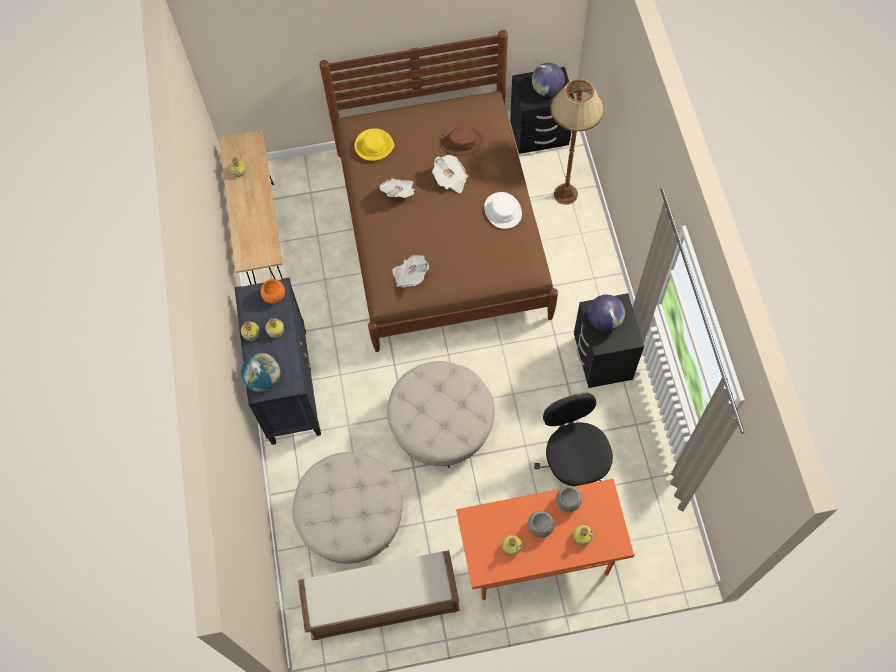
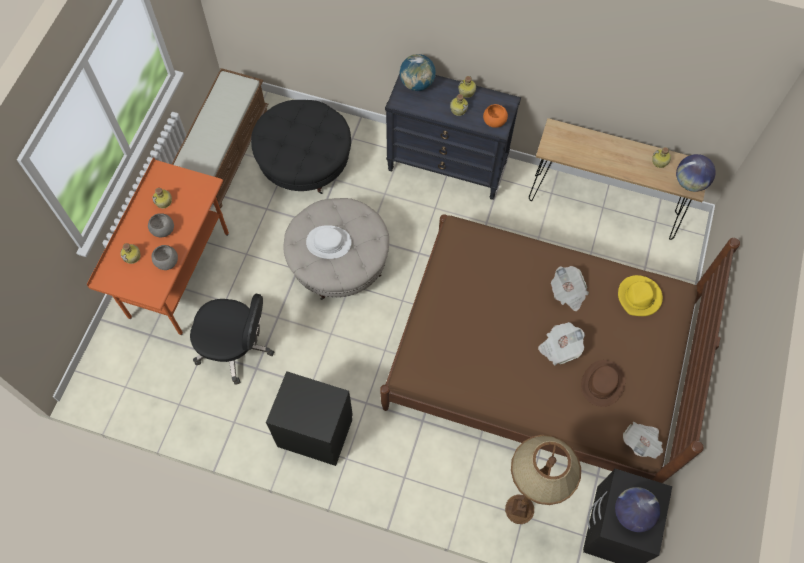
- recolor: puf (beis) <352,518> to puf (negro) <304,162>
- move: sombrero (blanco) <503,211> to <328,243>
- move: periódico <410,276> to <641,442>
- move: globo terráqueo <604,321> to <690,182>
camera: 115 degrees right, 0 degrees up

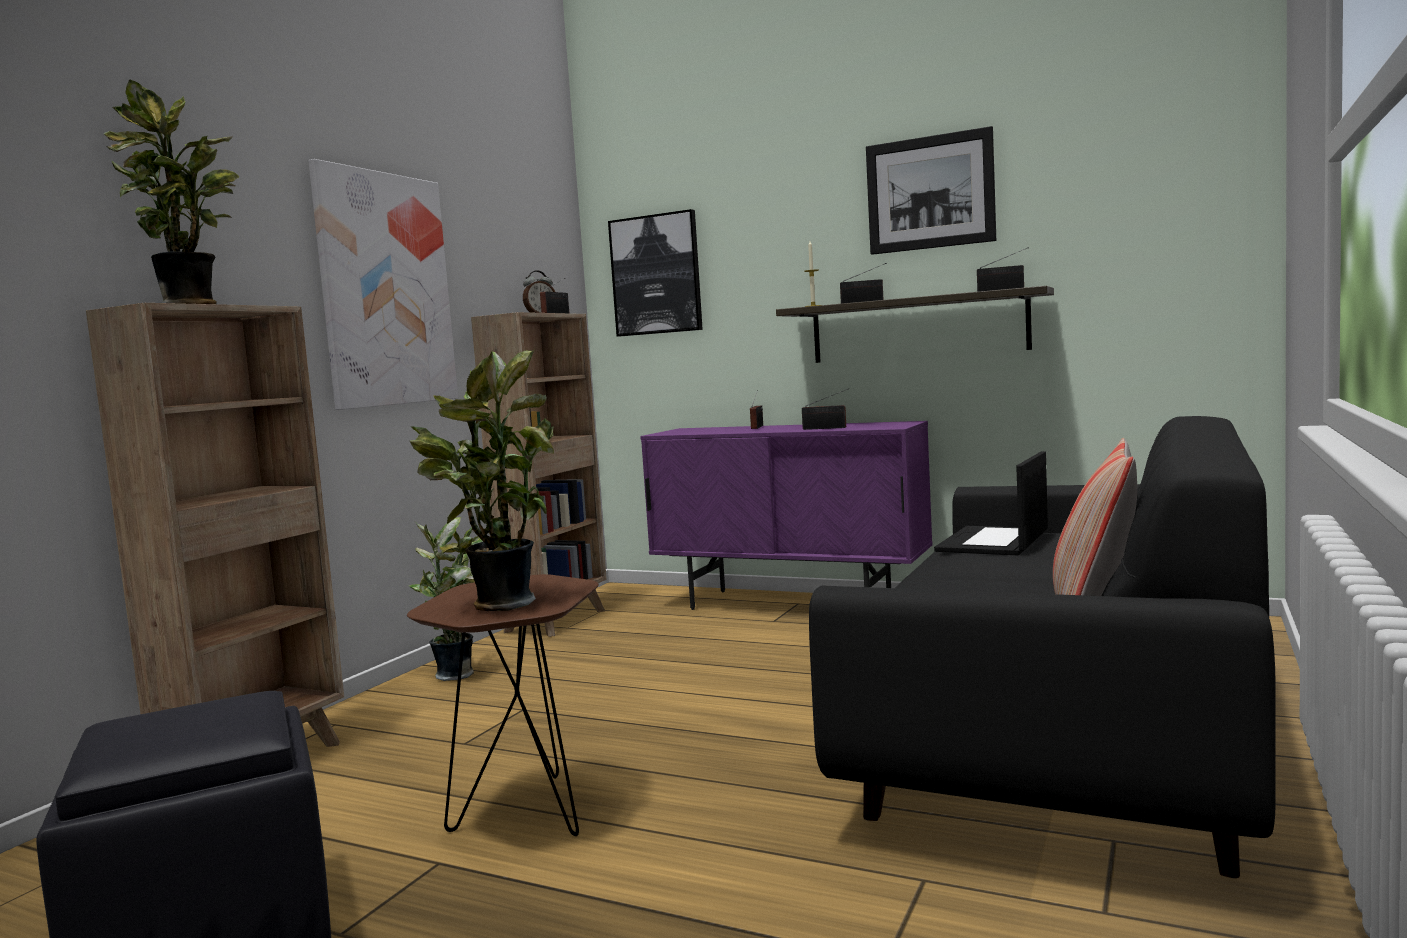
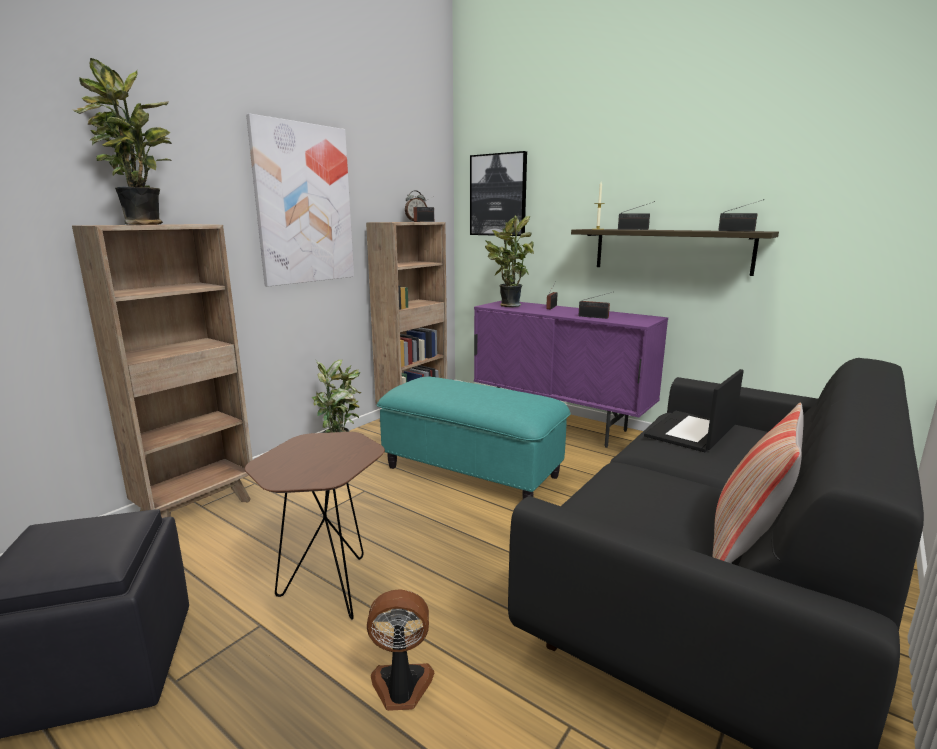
- insert: ventilador <401,687>
- insert: puf (turquesa) <473,471>
- move: planta en maceta <498,604> to <508,305>
- delete: cuadro <930,193>
camera: 10 degrees right, 10 degrees up

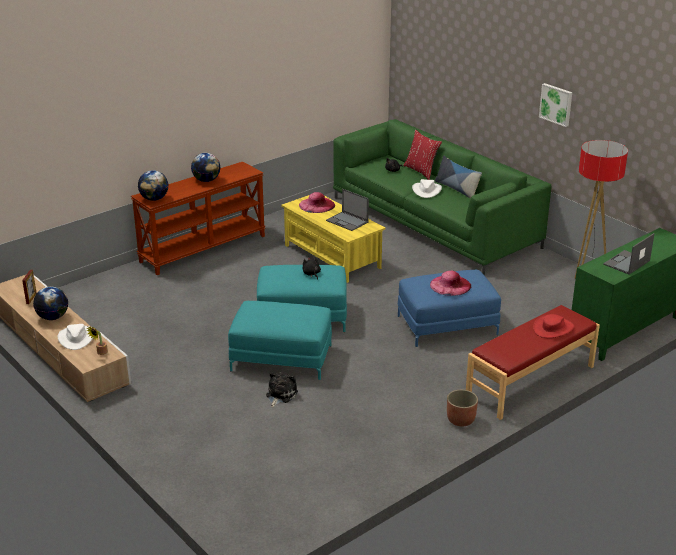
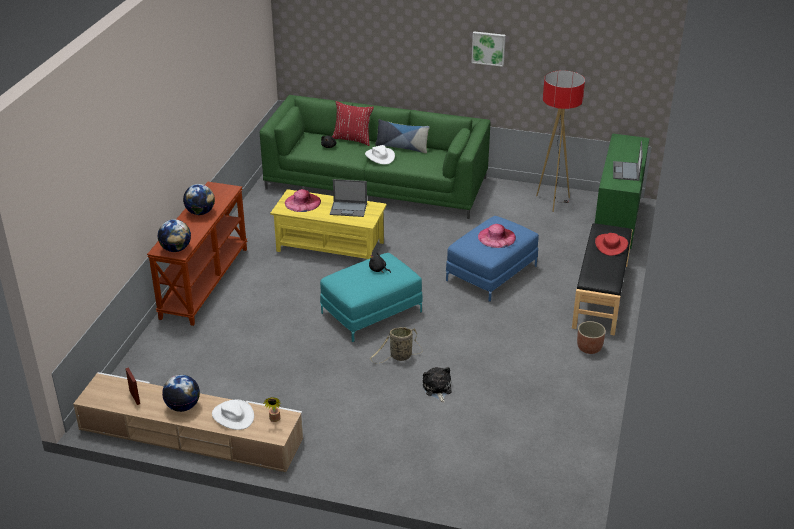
- replace: puf (turquesa) <281,358> to cesta <399,357>
- recolor: banco (rojo) <531,382> to banco (negro) <601,295>
camera: 35 degrees left, 5 degrees up

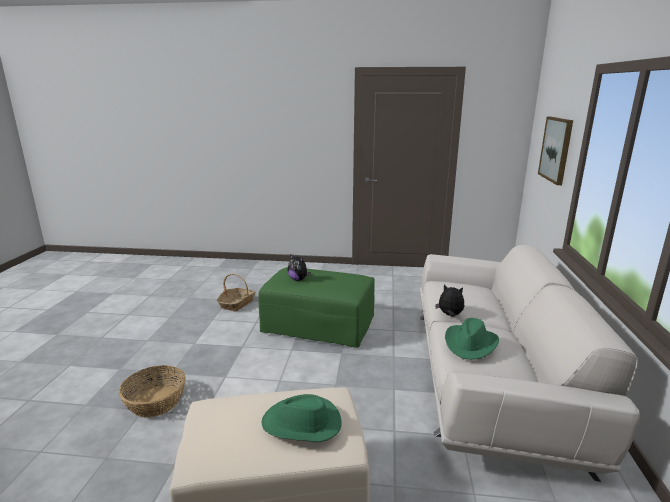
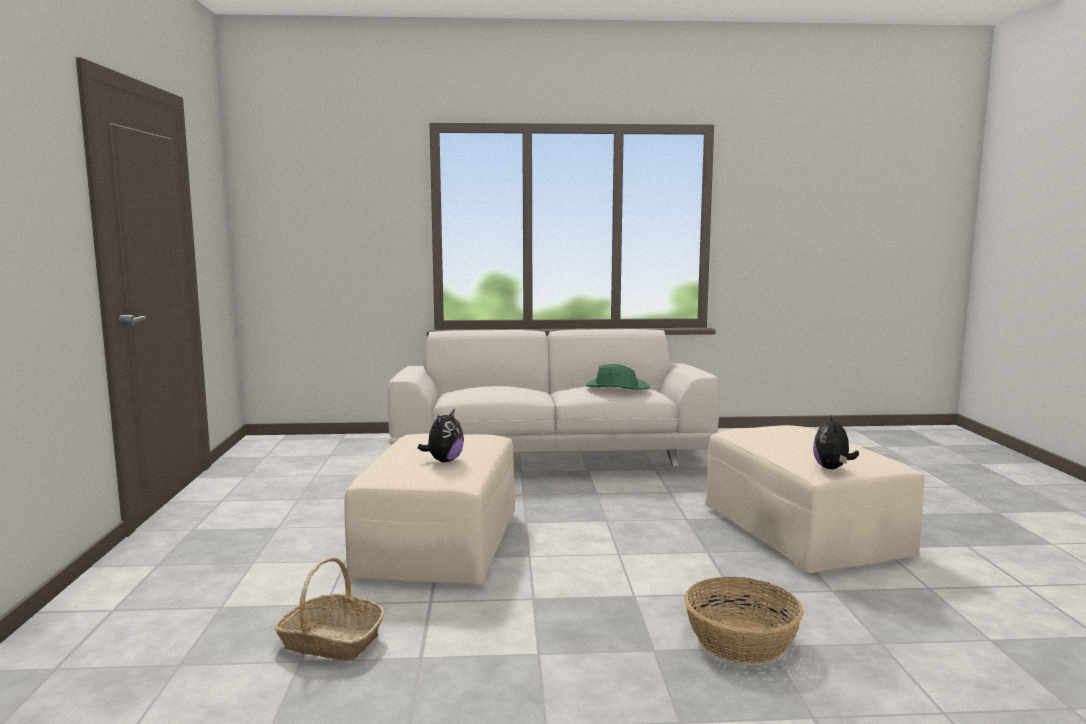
- recolor: puf (verde) <319,325> to puf (beis) <439,544>
- move: peluche <450,315> to <832,468>
- delete: sombrero (verde) <302,424>
- delete: cuadro <556,149>
camera: 100 degrees left, 10 degrees down

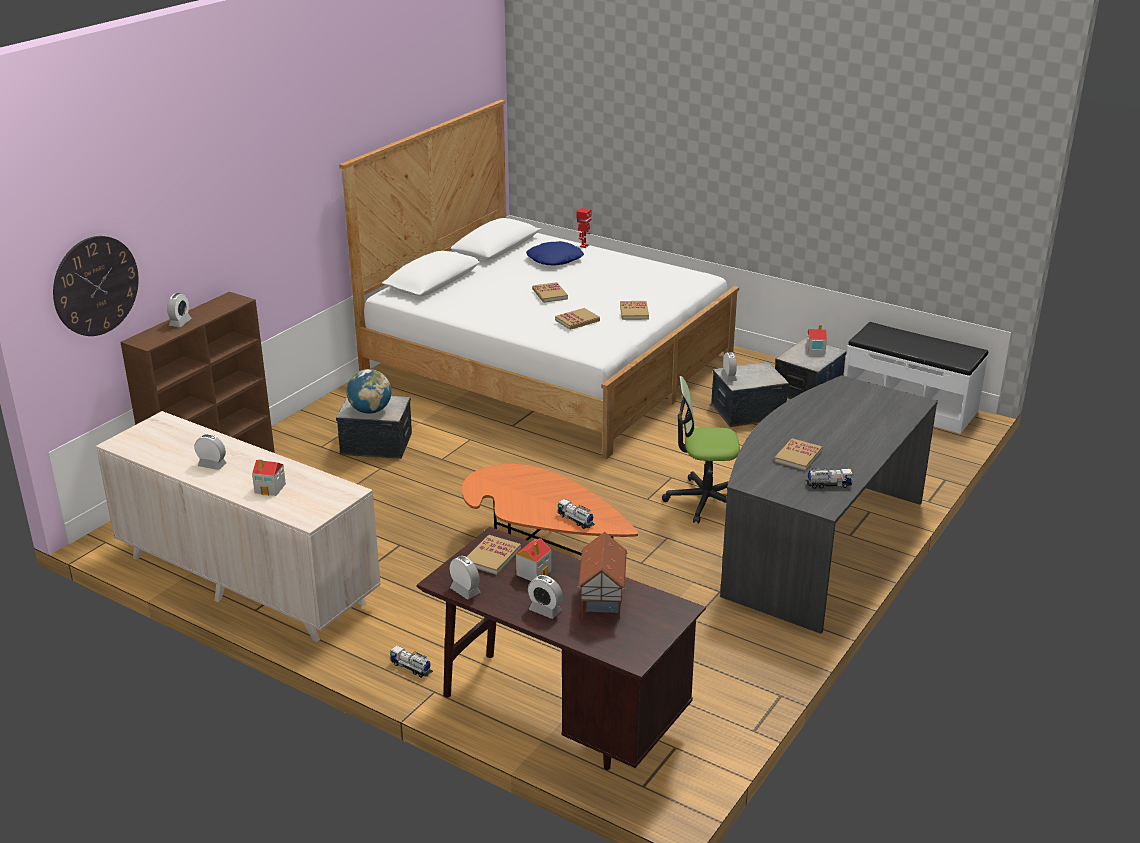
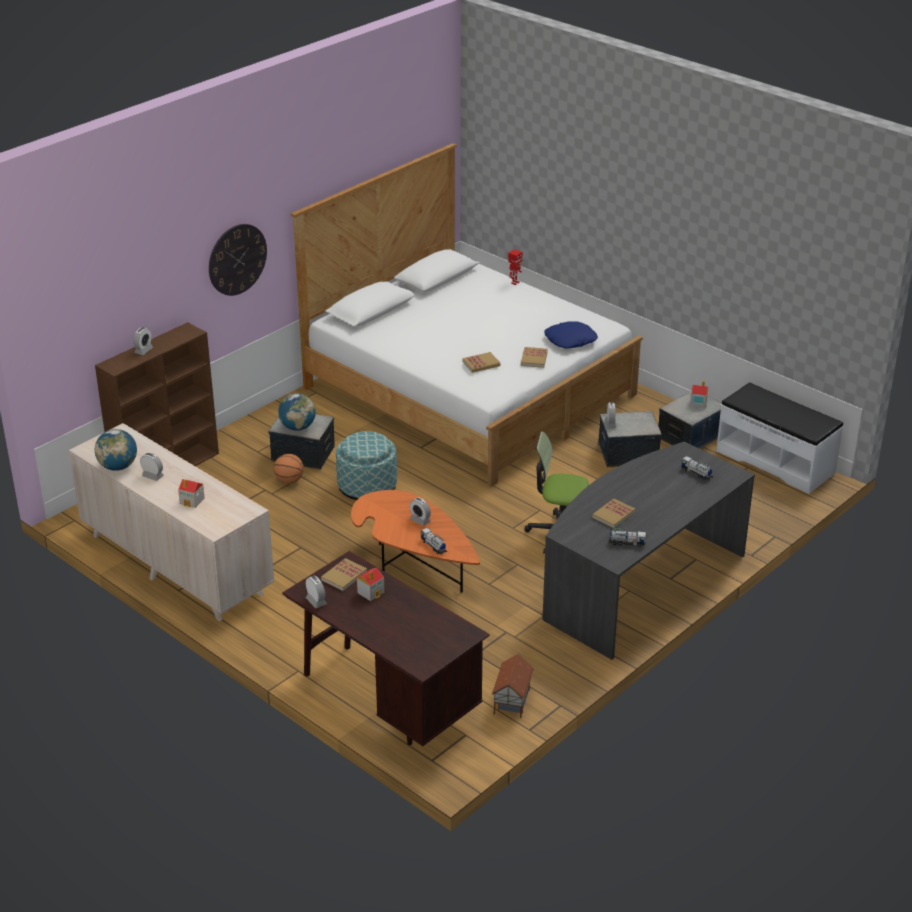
- insert: globo terráqueo <118,467>
- move: reloj de pared <95,286> to <237,259>
- insert: balón de baloncesto <289,480>
- insert: puf <367,487>
- move: despertador <545,610> to <420,520>
- move: casita <601,600> to <511,702>
- move: cojín (azul) <554,259> to <570,340>
- move: camión de juguete <411,668> to <696,473>
- delete: libro <550,294>
camera: 10 degrees right, 5 degrees up

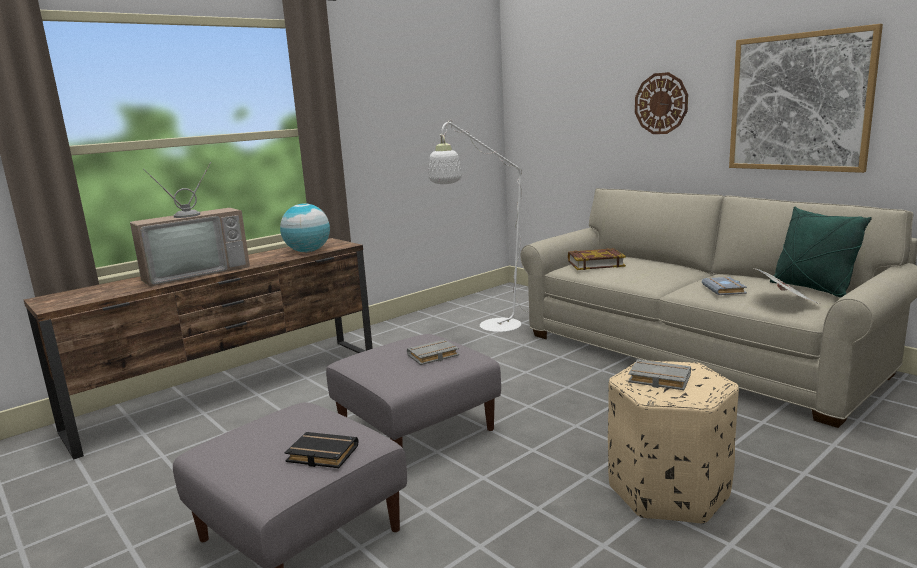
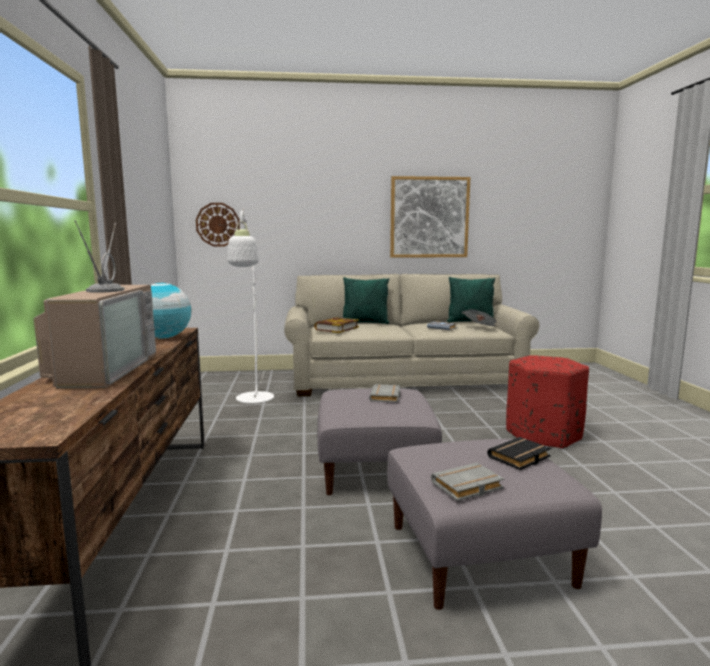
- move: reloj de pared <661,103> to <218,224>
- insert: cojín (verde) <365,323>
- move: libro (gris) <657,379> to <467,487>
- recolor: puf (beis) <667,491> to puf (rojo) <542,435>
camera: 55 degrees left, 5 degrees down

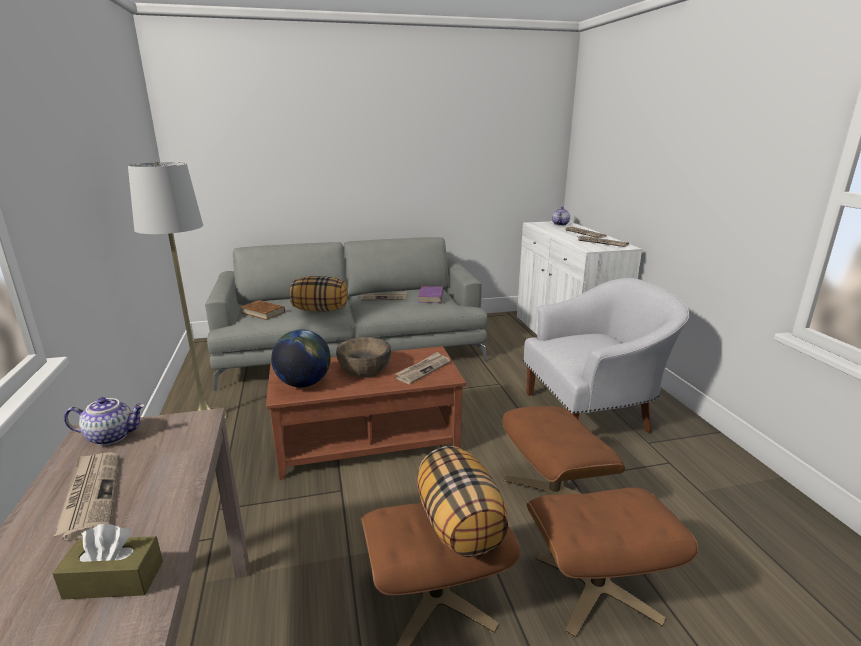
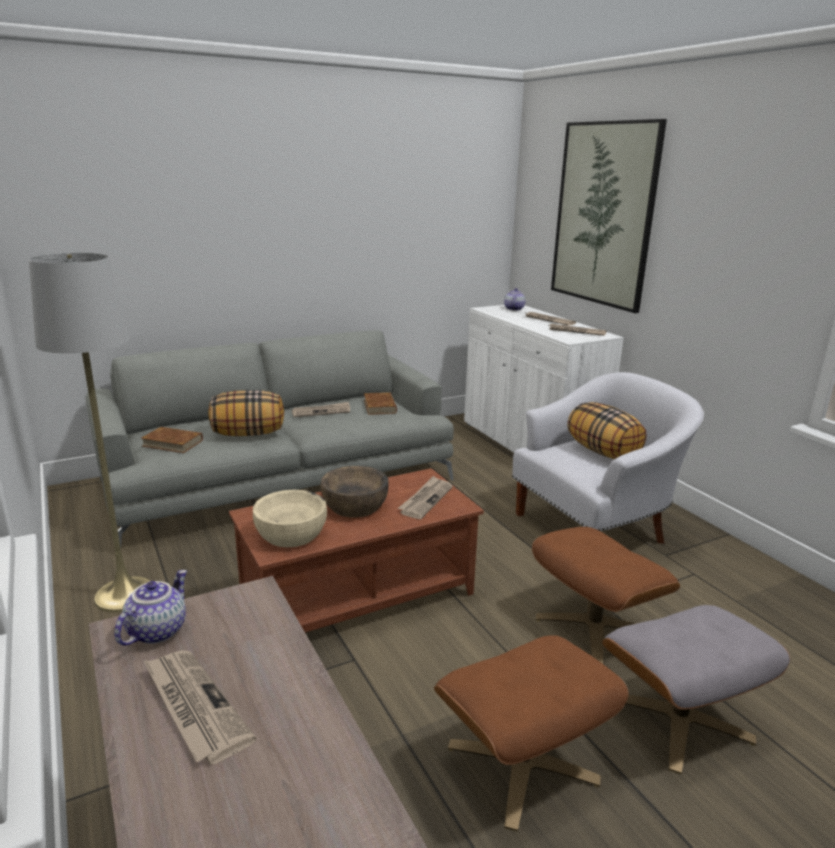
- rotate: tetera <112,436> = <156,630> 45 degrees counterclockwise
- replace: globo terráqueo <304,384> to cuenco (beis) <291,533>
- recolor: libro (morado) <431,297> to libro (marrón) <380,406>
- insert: cuadro <604,214>
- move: cojín <460,525> to <603,452>
- recolor: puf (marrón) <596,588> to puf (gris) <679,719>
- delete: caja de pañuelos (marrón) <114,580>
camera: 15 degrees left, 0 degrees up

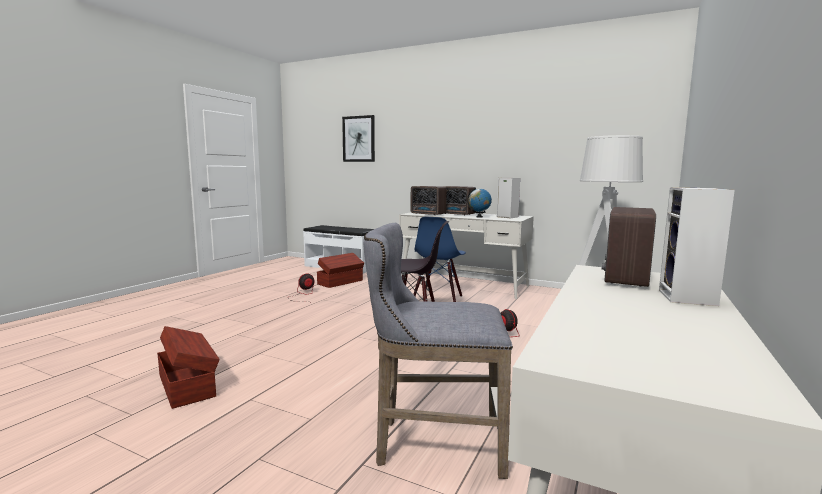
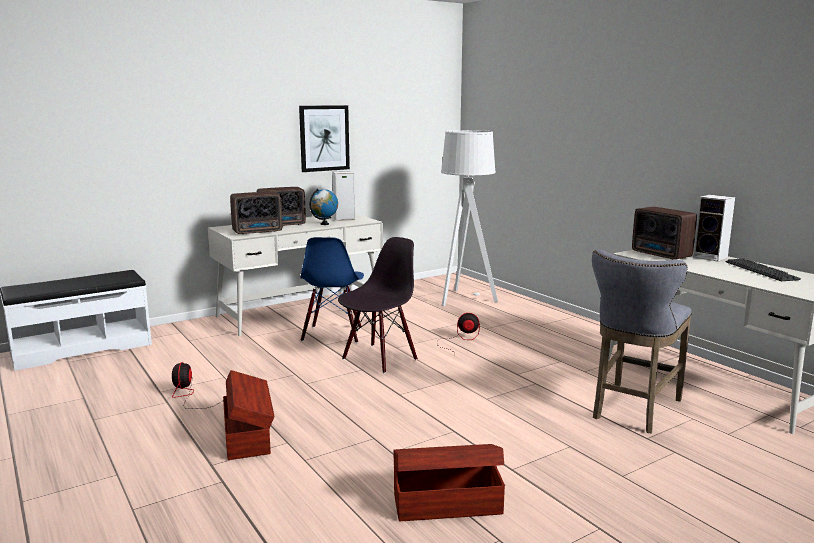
- move: caja de almacenaje (marrón) <341,282> to <248,435>
- move: cuadro <359,139> to <324,138>
- rotate: silla (azul) <438,299> = <333,334> 45 degrees clockwise
- insert: teclado <761,271>
camera: 60 degrees left, 5 degrees up

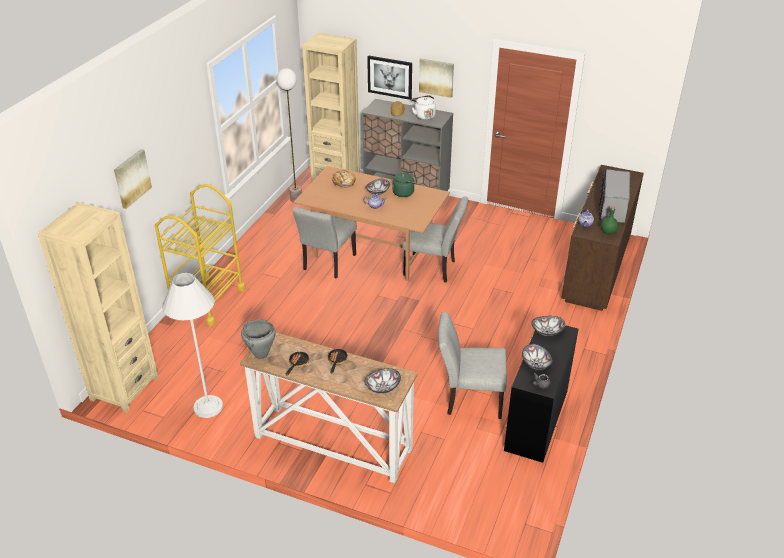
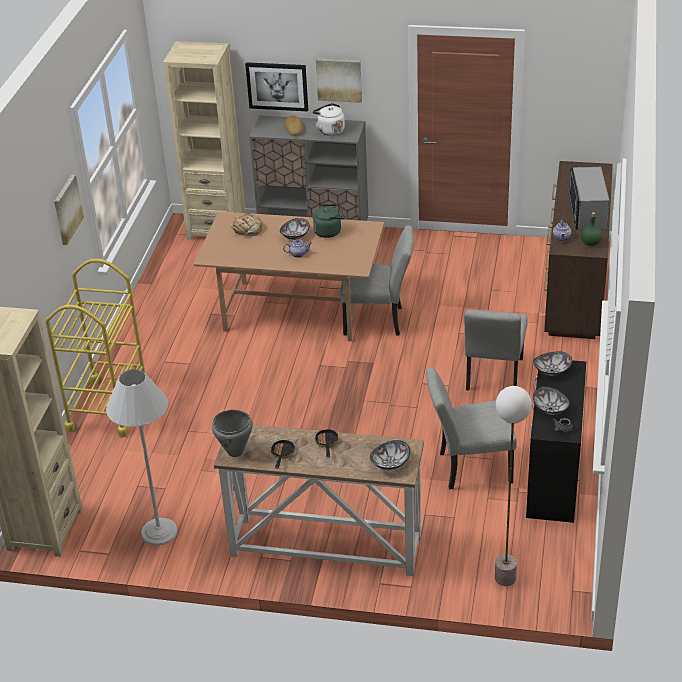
- move: cuadro <131,178> to <67,209>
- move: silla (gris) <327,264> to <493,378>
- move: lámpara de pie <296,199> to <505,578>
camera: 10 degrees left, 0 degrees up

